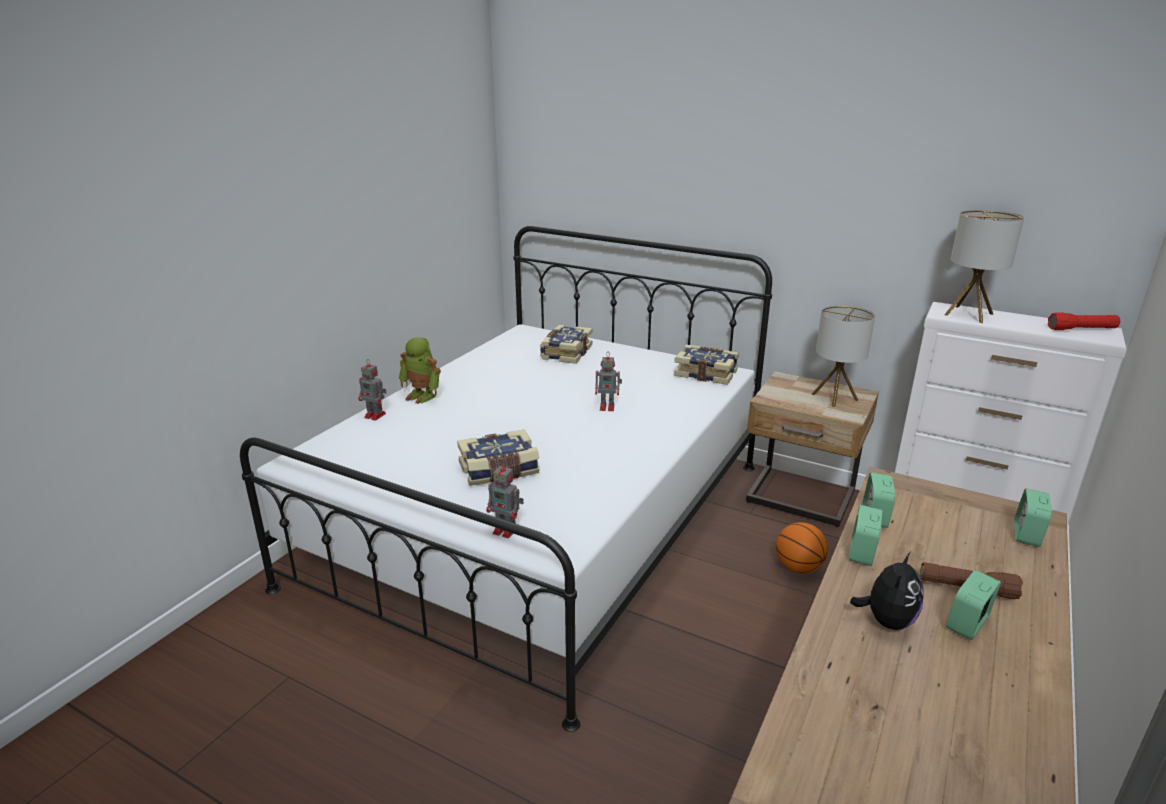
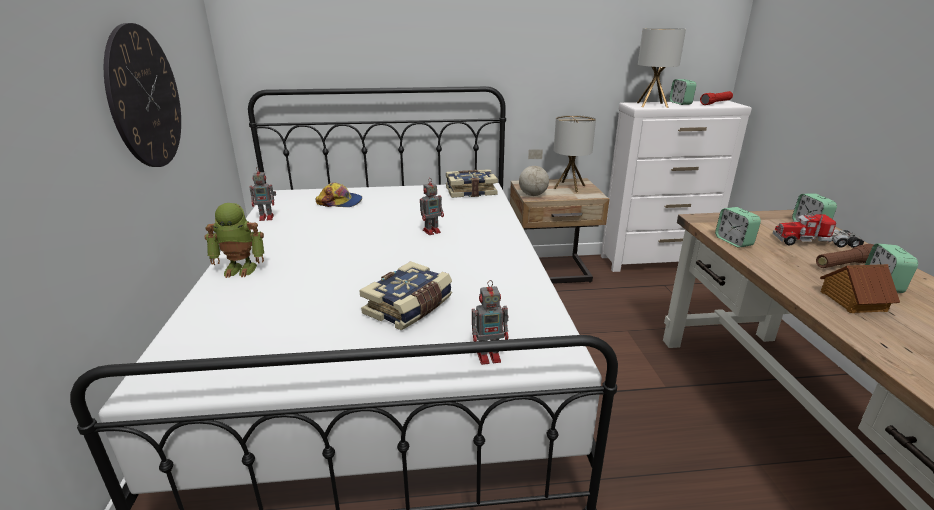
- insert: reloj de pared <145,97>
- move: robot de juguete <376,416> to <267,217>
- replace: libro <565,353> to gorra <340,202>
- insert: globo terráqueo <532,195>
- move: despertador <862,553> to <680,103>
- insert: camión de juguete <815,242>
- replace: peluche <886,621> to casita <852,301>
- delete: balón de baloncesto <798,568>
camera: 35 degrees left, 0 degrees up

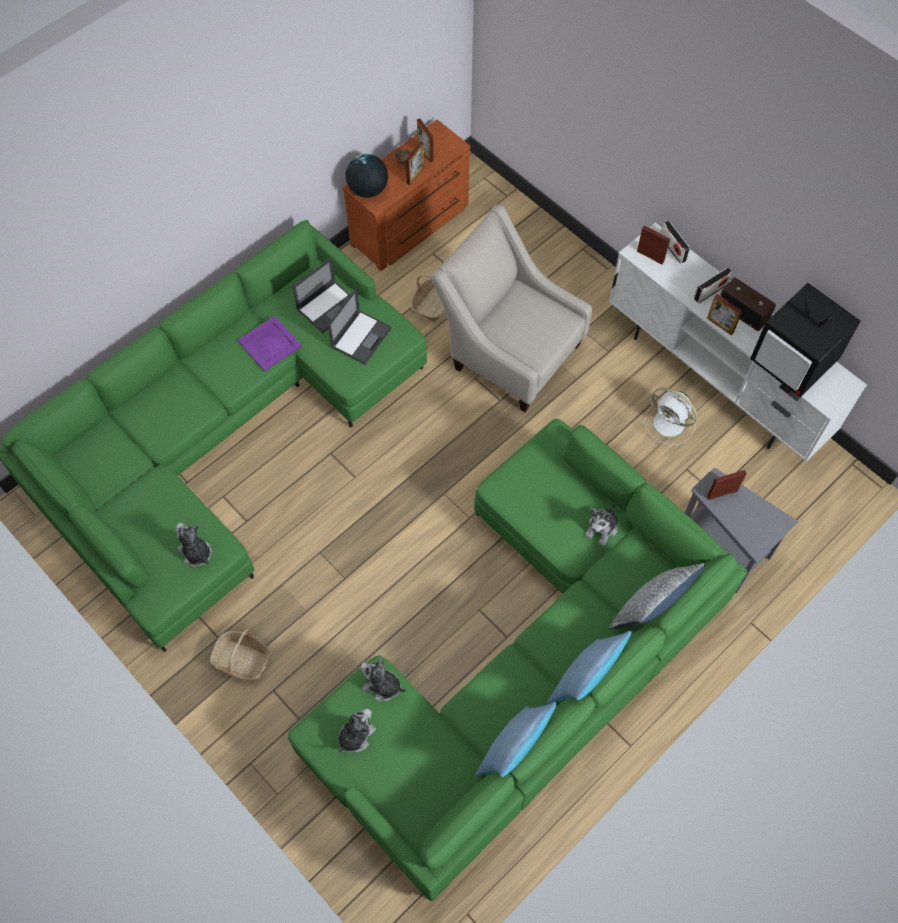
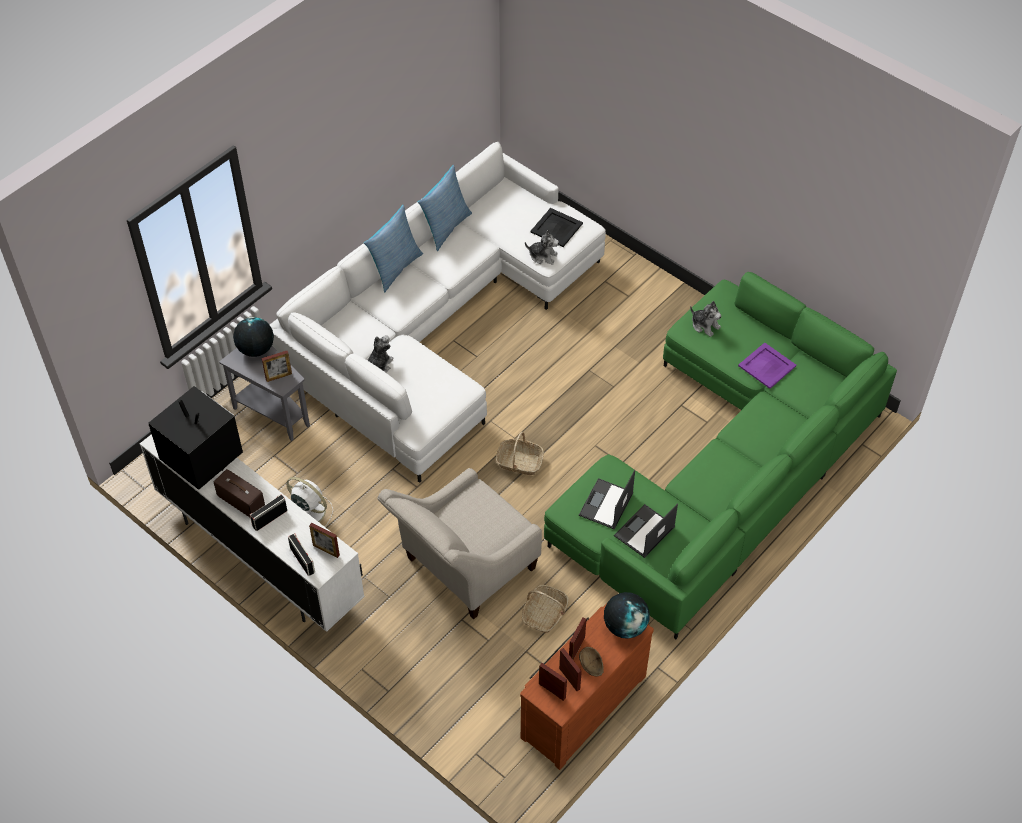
- insert: globo terráqueo <256,349>
- recolor: sofá (verde) <527,663> to sofá (blanco) <437,325>
- rotate: sillón (beis) <509,351> = <463,569> 105 degrees clockwise
- move: cesta <242,659> to <519,462>
- replace: peluche <355,735> to bandeja (negro) <557,227>
- move: portarretratos <720,325> to <552,690>
- move: bandeja (morado) <269,343> to <767,366>
- delete: cojín <649,609>
camera: 175 degrees right, 10 degrees down

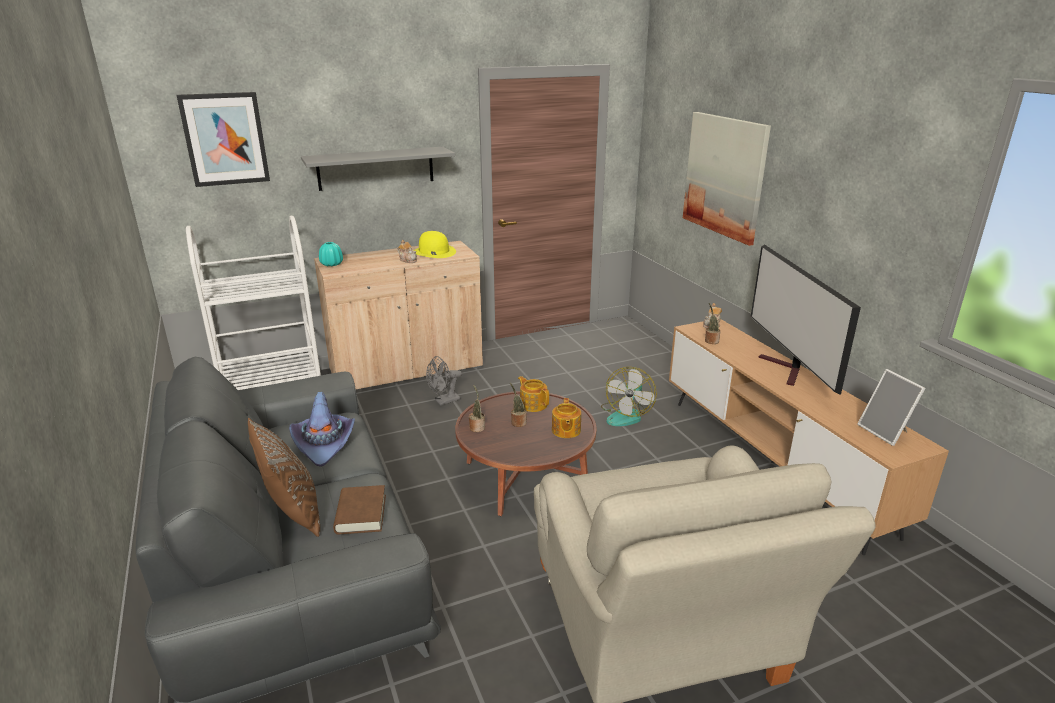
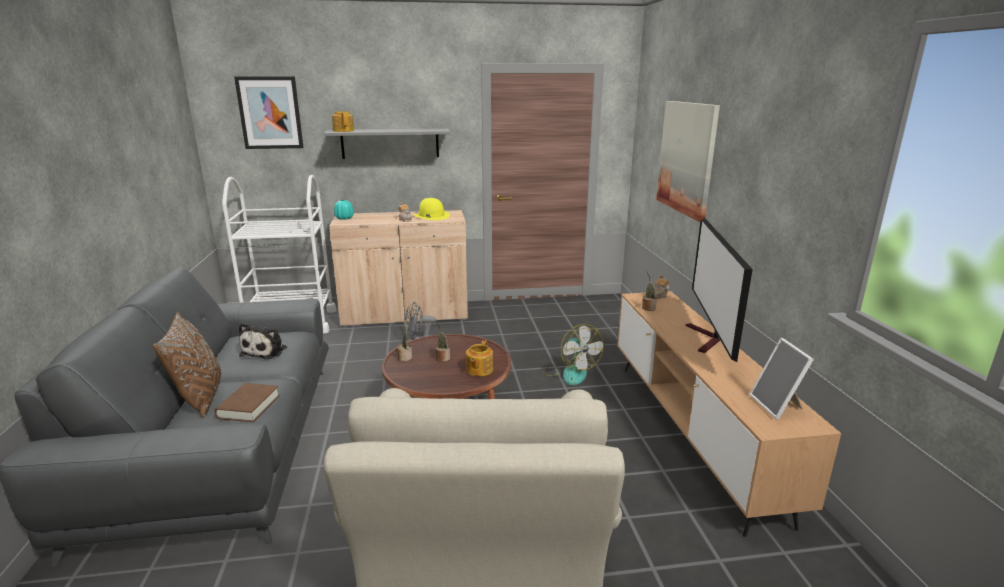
- replace: sombrero (morado) <324,443> to peluche <266,351>
- move: tetera <533,404> to <343,131>
- rotate: ventilador <626,415> = <570,372> 60 degrees counterclockwise
camera: 15 degrees right, 5 degrees down

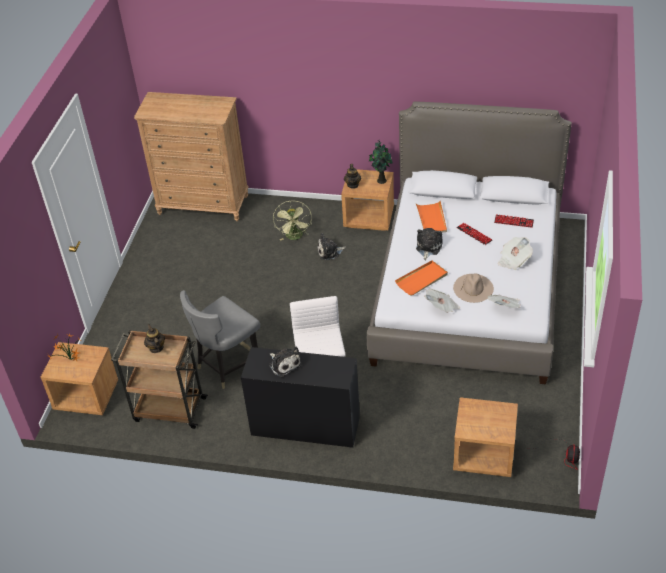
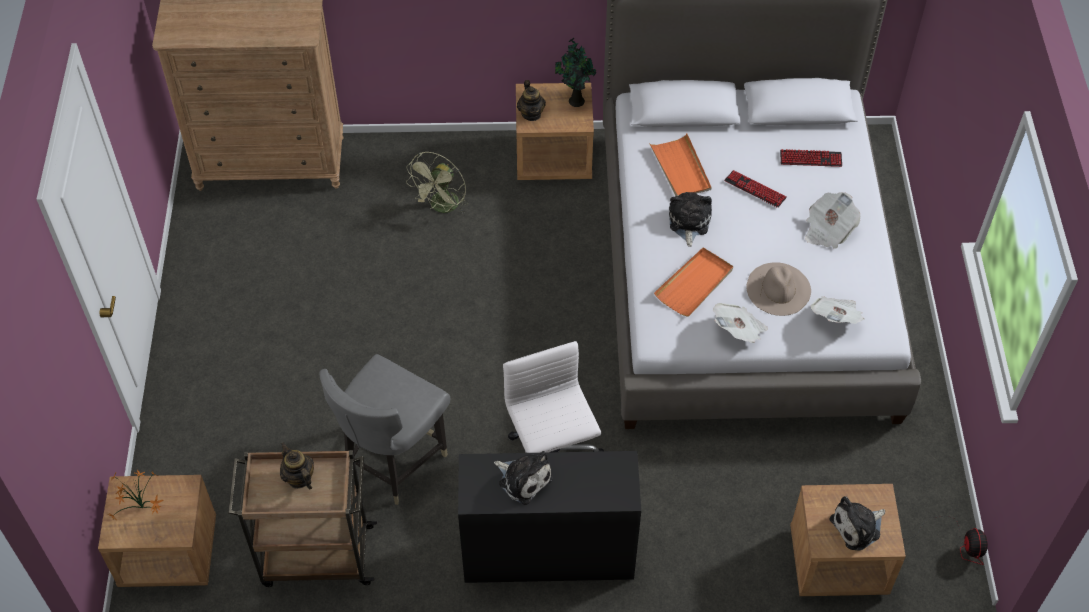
- rotate: ventilador (verde) <295,237> = <442,207> 45 degrees clockwise
- move: peluche <329,252> to <858,527>
camera: 15 degrees left, 10 degrees up

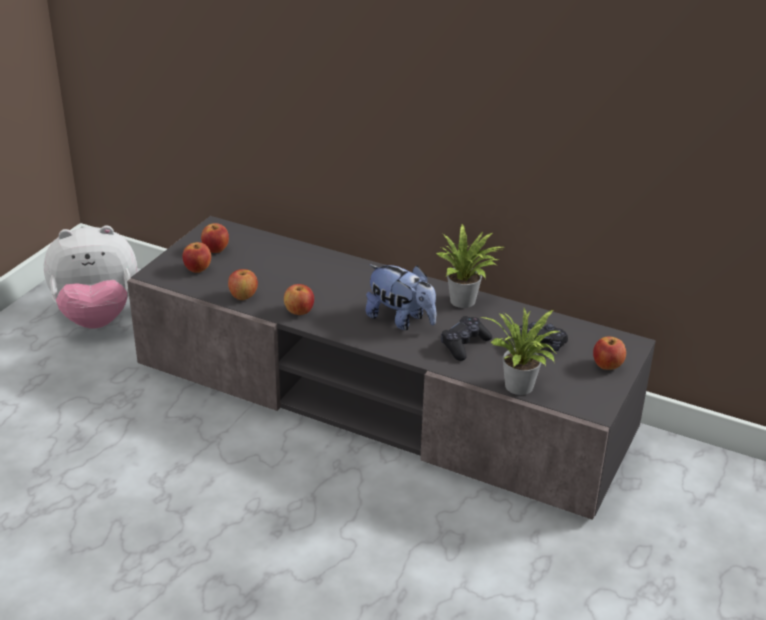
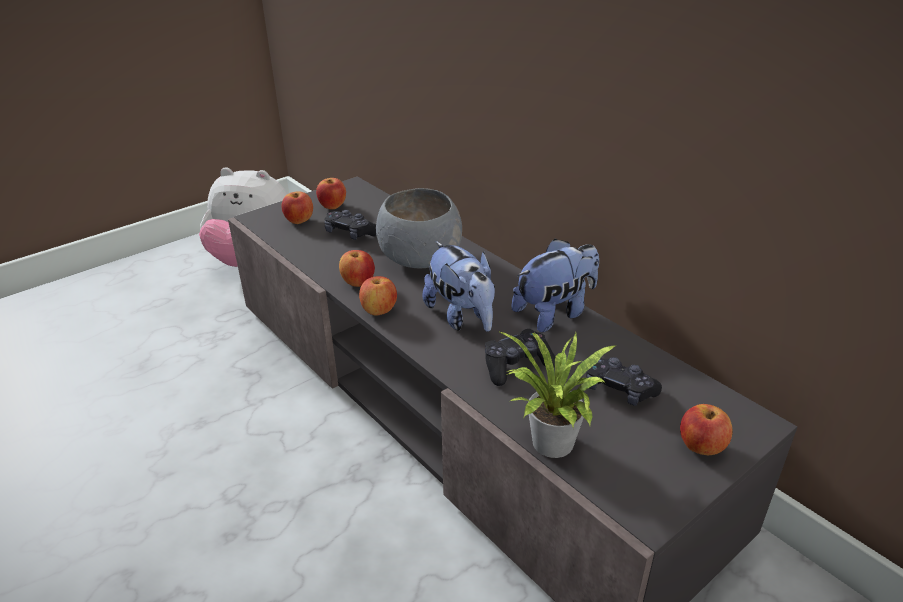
- insert: mando de consola (negro) <351,233>
- move: manzana <243,296> to <379,310>
- insert: cuenco (gris) <419,259>
- replace: planta en maceta <466,302> to peluche <555,313>
camera: 25 degrees right, 0 degrees up

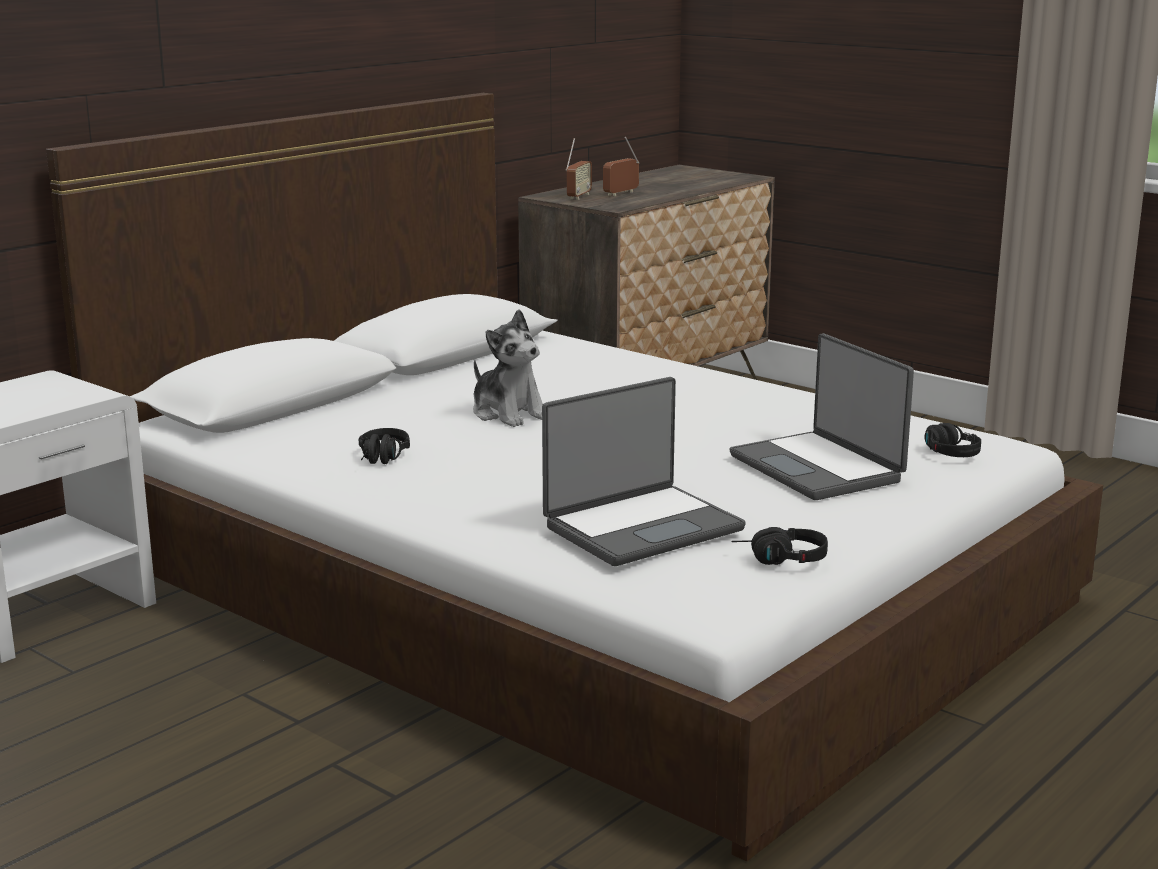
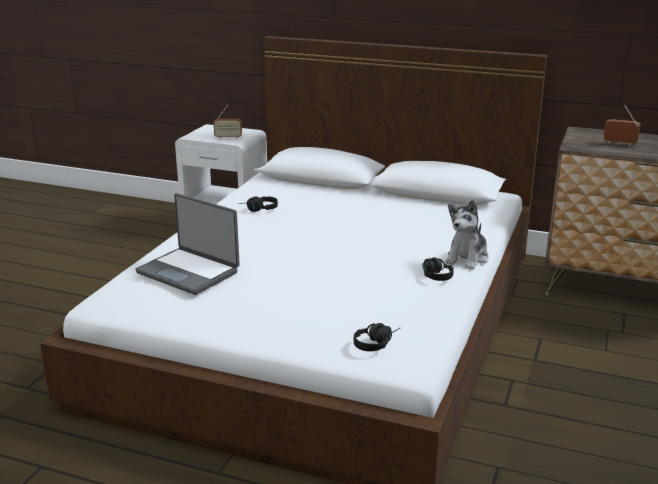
- move: radio <578,196> to <228,138>
- move: auriculares (negro) <779,560> to <434,274>
- move: peluche <509,413> to <467,258>
- delete: portátil <818,468>
camera: 70 degrees right, 5 degrees up

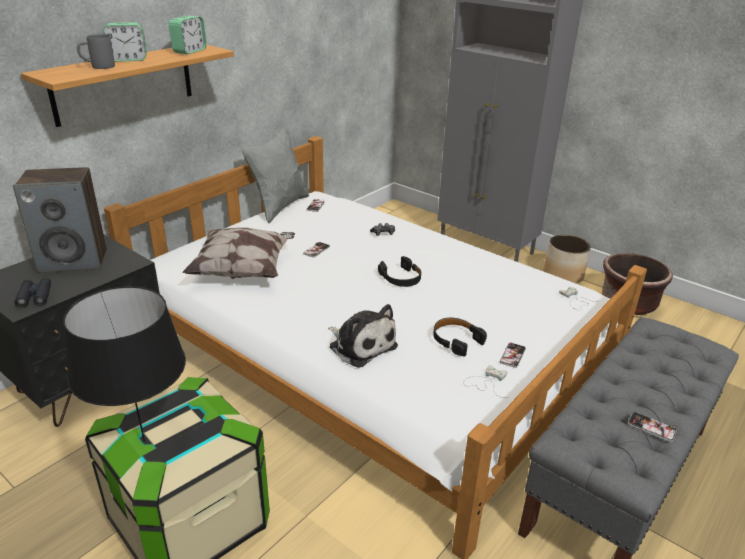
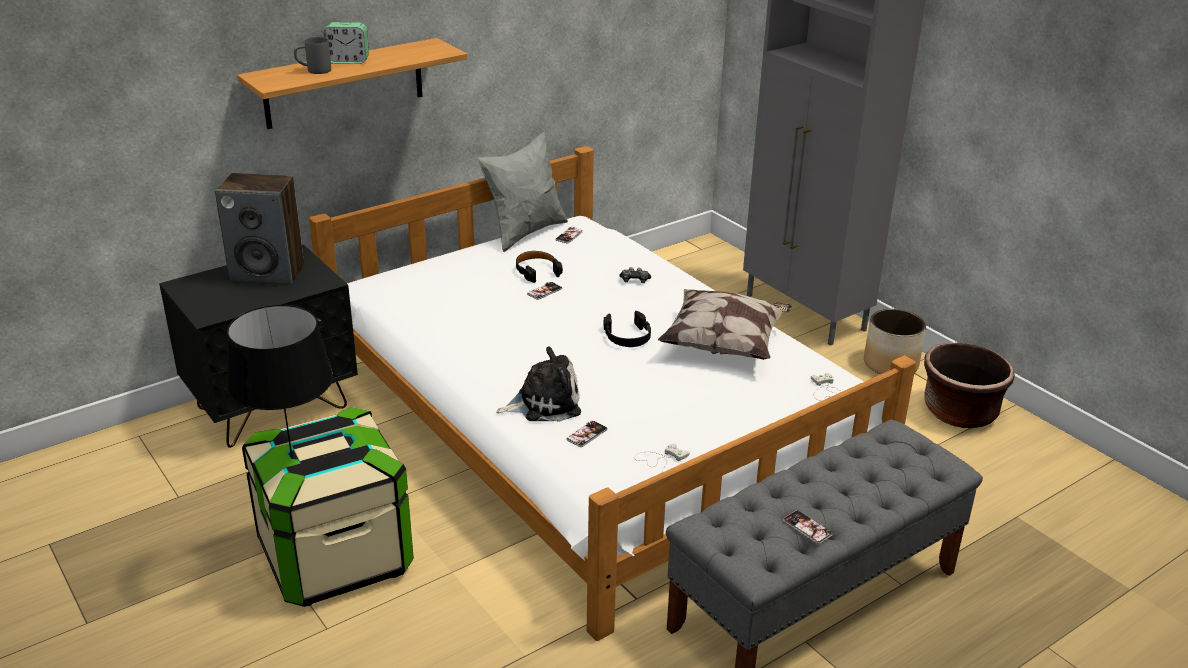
- rotate: peluche <360,345> = <544,403> 75 degrees counterclockwise
- move: auriculares (negro) <456,340> to <537,271>
- move: móvil <512,355> to <587,434>
- move: cojín <244,270> to <725,344>
- delete: prismáticos (negro) <35,297>
- delete: despertador <189,51>
camera: 15 degrees right, 0 degrees up

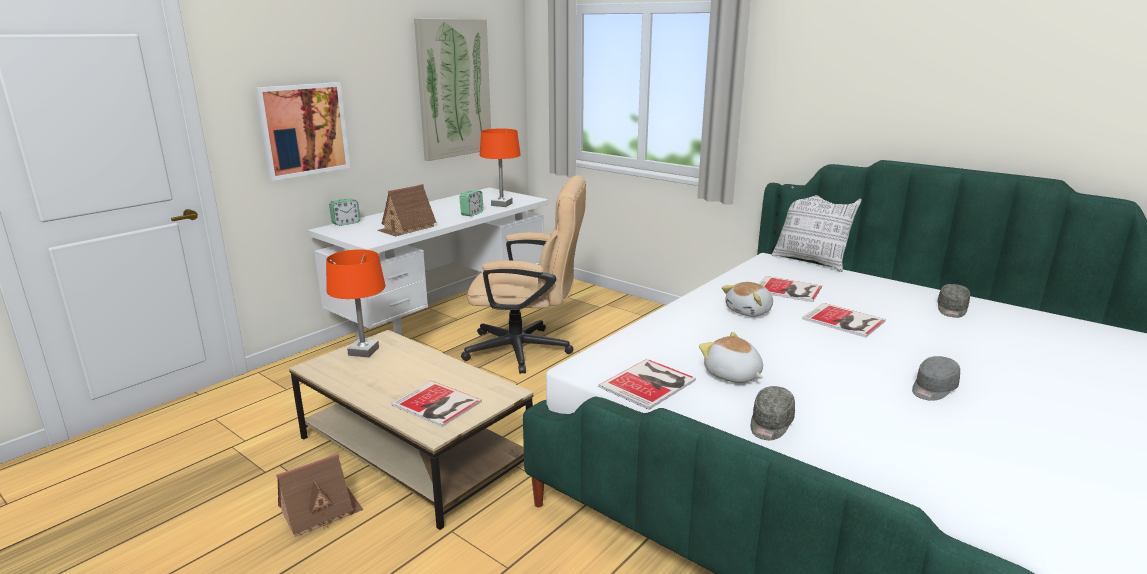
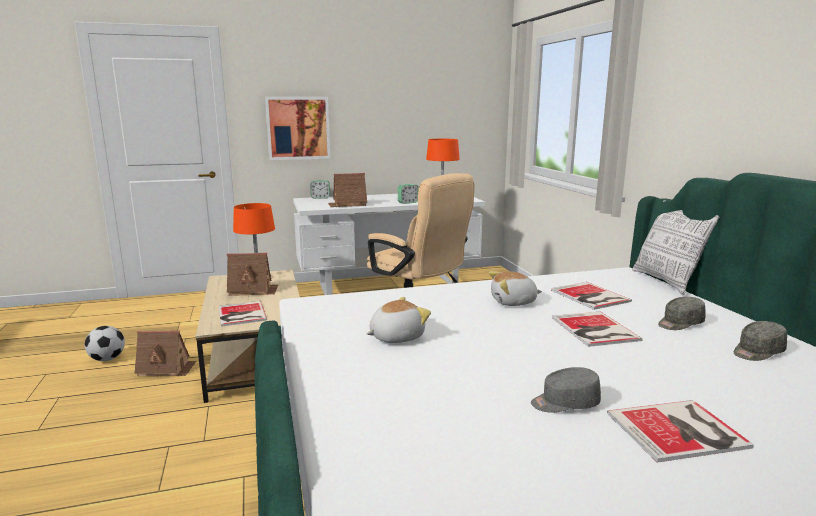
- insert: balón de fútbol <107,359>
- insert: casita <253,290>
- rotate: peluche <732,375> = <396,337> 60 degrees clockwise
- move: libro <650,383> to <680,431>
- move: gorra (gris) <770,424> to <679,323>
- delete: cuadro <454,89>
camera: 35 degrees right, 5 degrees down

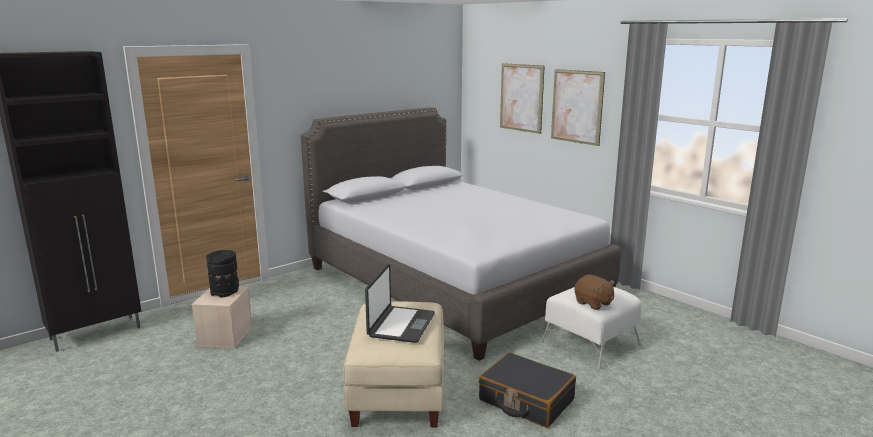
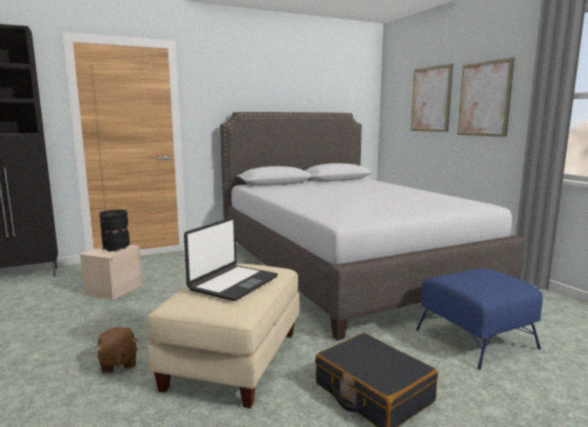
- move: peluche (marrón) <593,303> to <118,363>
- recolor: puf (blanco) <591,343> to puf (azul) <476,339>
camera: 15 degrees right, 5 degrees down

